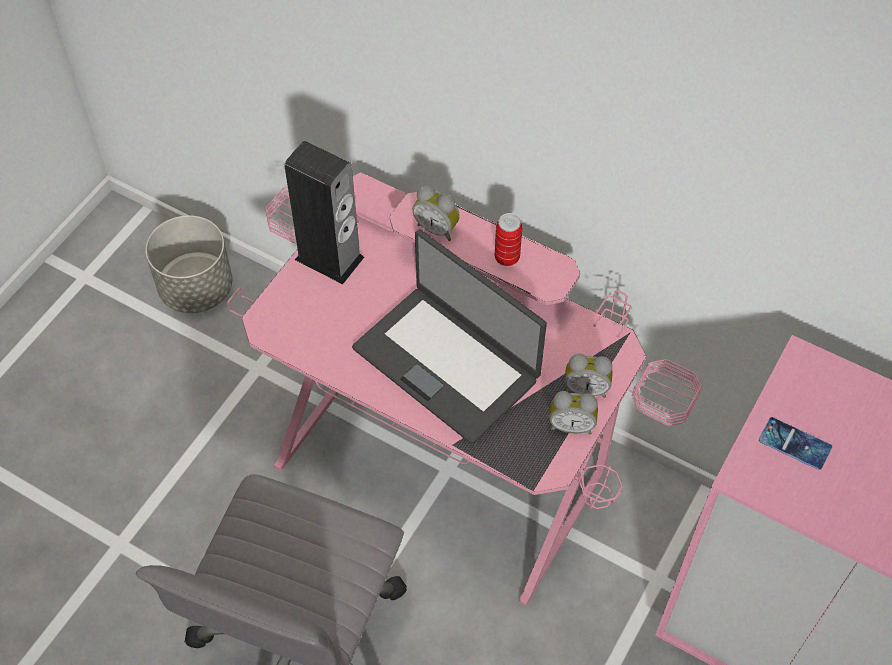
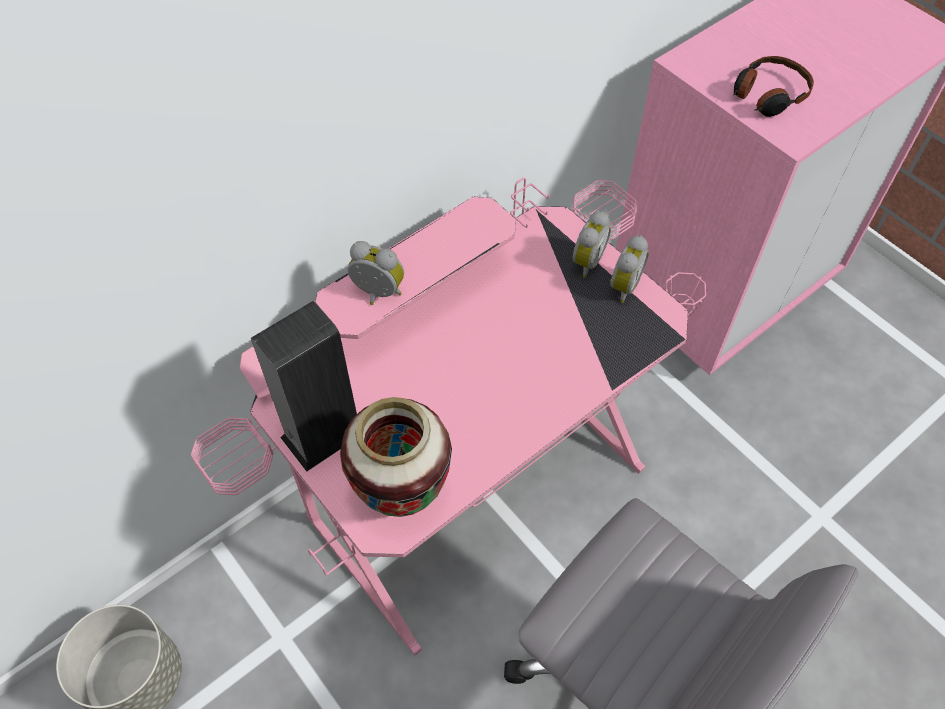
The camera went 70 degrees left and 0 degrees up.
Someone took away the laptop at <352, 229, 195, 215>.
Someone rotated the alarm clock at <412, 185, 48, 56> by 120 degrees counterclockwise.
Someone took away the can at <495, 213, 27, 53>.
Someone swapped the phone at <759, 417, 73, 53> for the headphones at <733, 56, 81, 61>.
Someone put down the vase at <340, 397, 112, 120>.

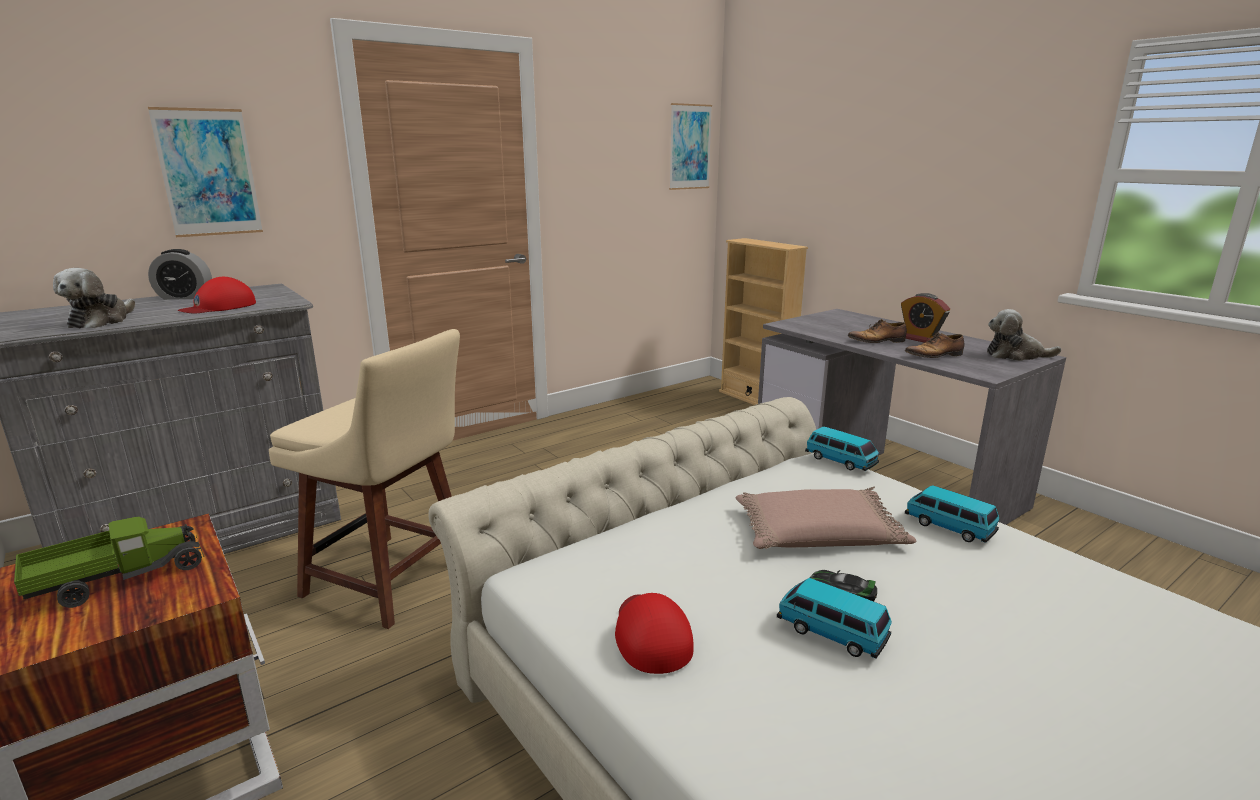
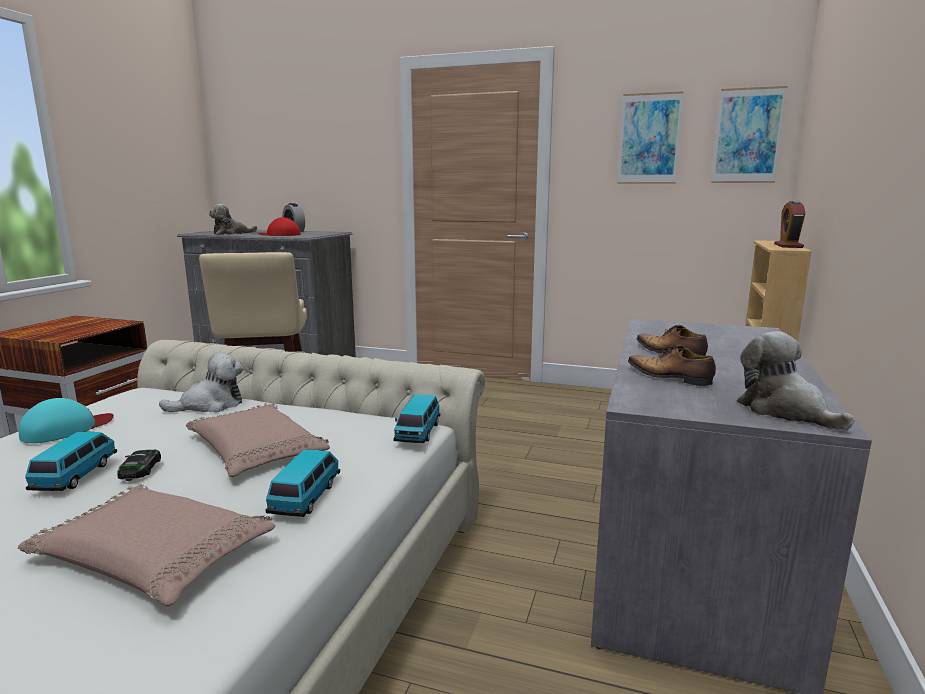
The camera went 55 degrees right and 5 degrees down.
Someone took away the toy truck at <14, 517, 190, 91>.
Someone carried the picture from <148, 107, 115, 130> to <618, 91, 66, 93>.
Someone repainted the cap/red at <615, 593, 79, 81>, which became the cap/turquoise at <19, 398, 95, 45>.
Someone carried the alarm clock from <901, 293, 49, 50> to <774, 200, 31, 48>.
Someone put down the pillow/beige at <18, 484, 258, 122>.
Someone put down the plush toy at <159, 352, 85, 61>.

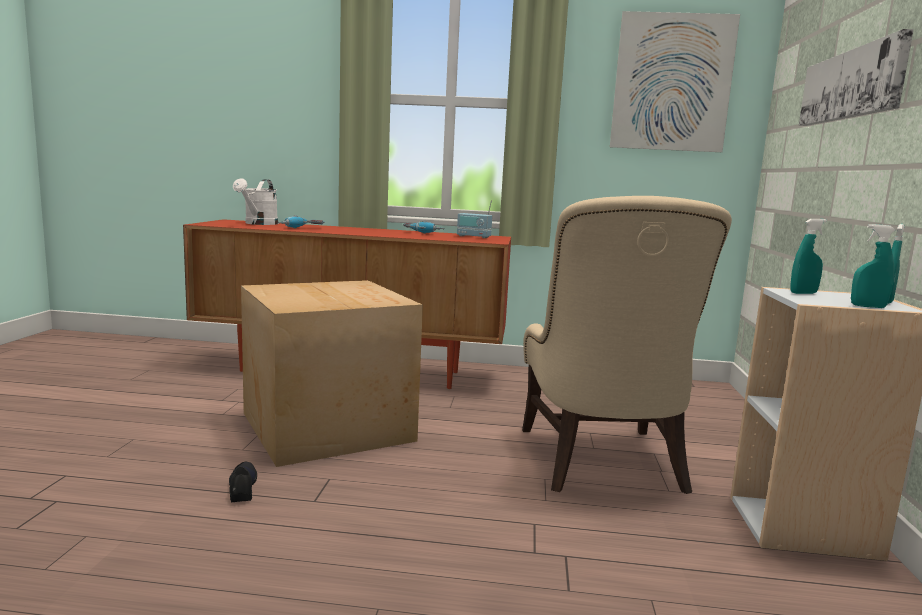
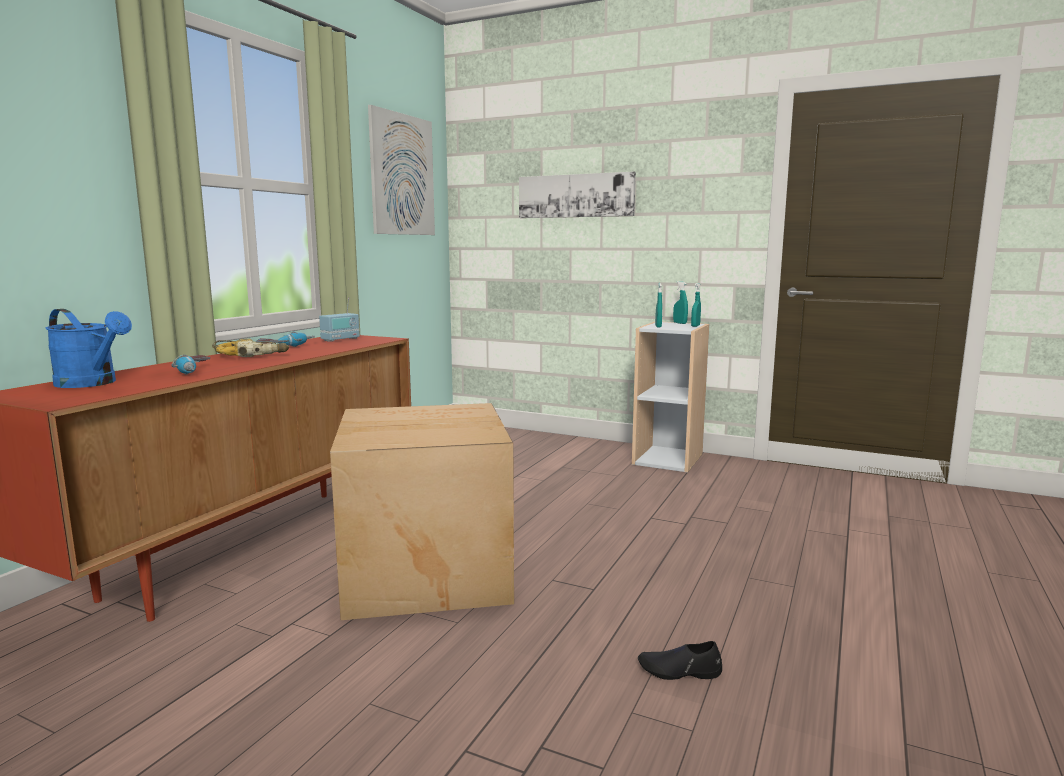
The camera went 70 degrees left and 0 degrees up.
Someone carried the shoe/black from <229, 462, 28, 40> to <638, 641, 84, 39>.
Someone repainted the watering can/white at <233, 178, 45, 47>, which became the watering can/blue at <46, 309, 86, 79>.
Someone took away the chair/beige at <522, 196, 210, 298>.
Someone put down the power drill at <212, 338, 77, 19>.

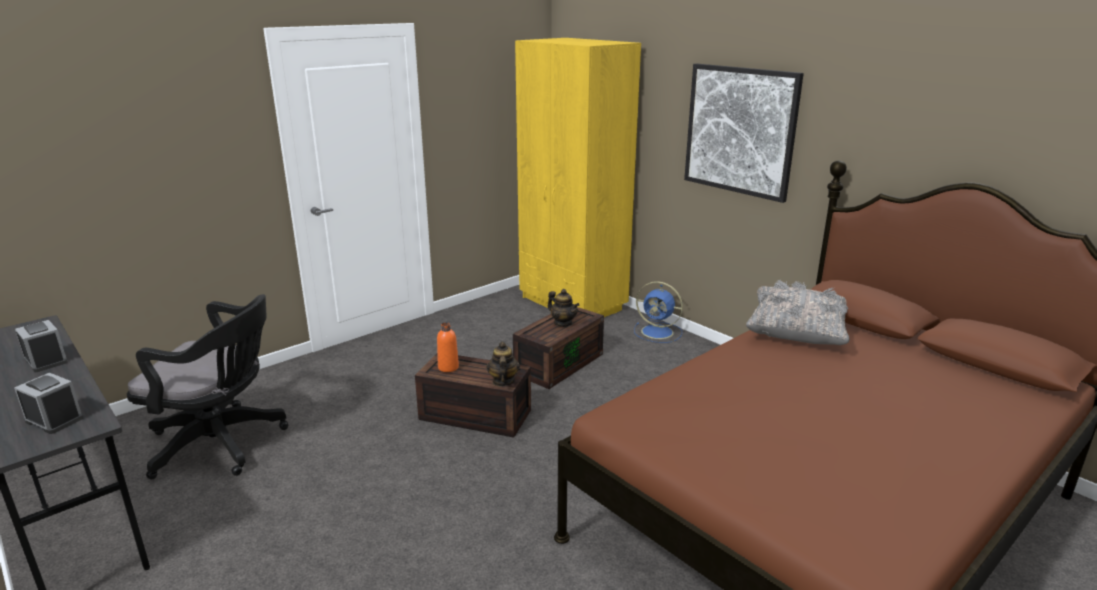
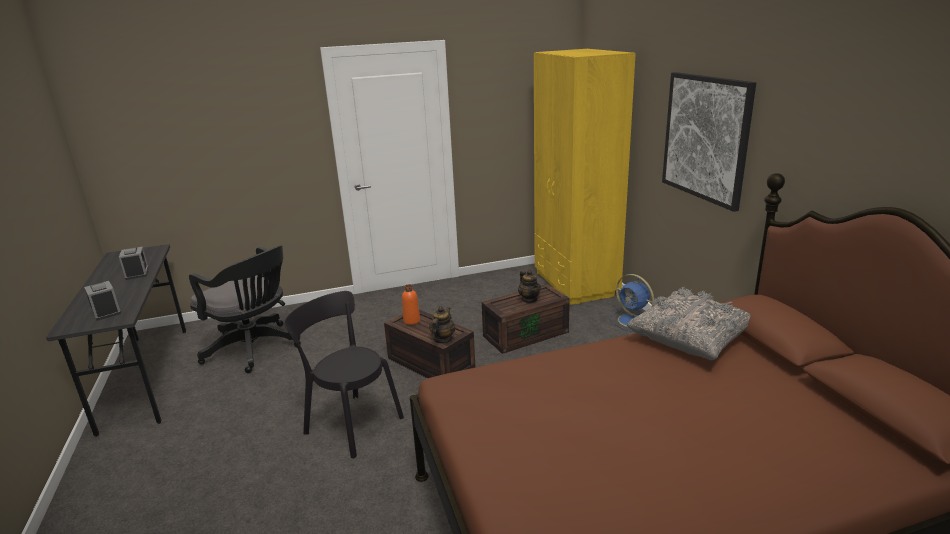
The camera went 25 degrees right and 0 degrees up.
Someone put down the chair/black at <284, 291, 120, 167>.

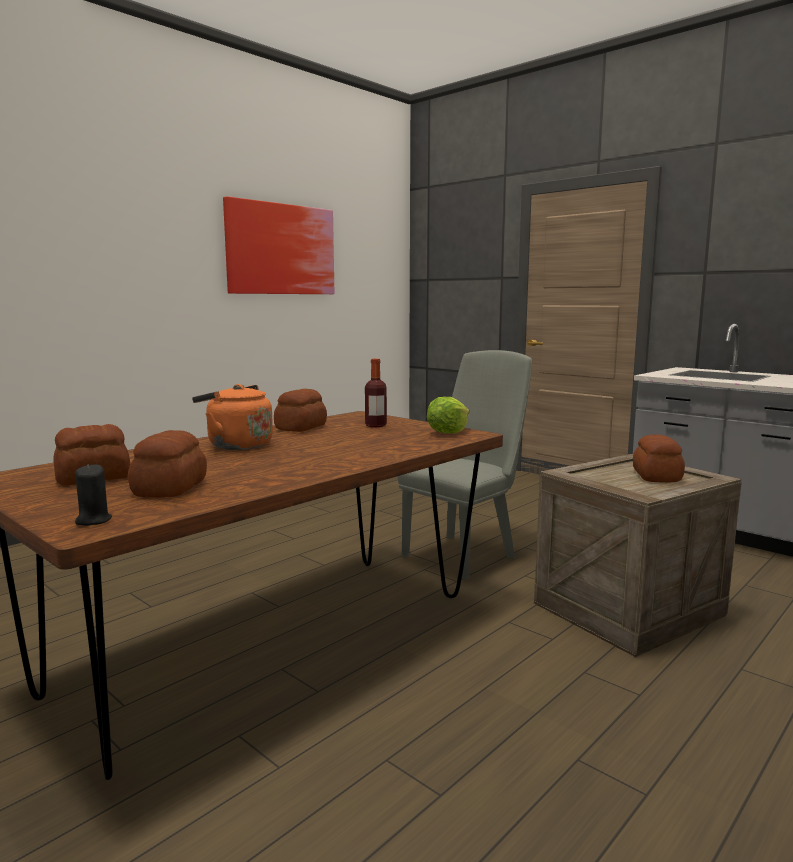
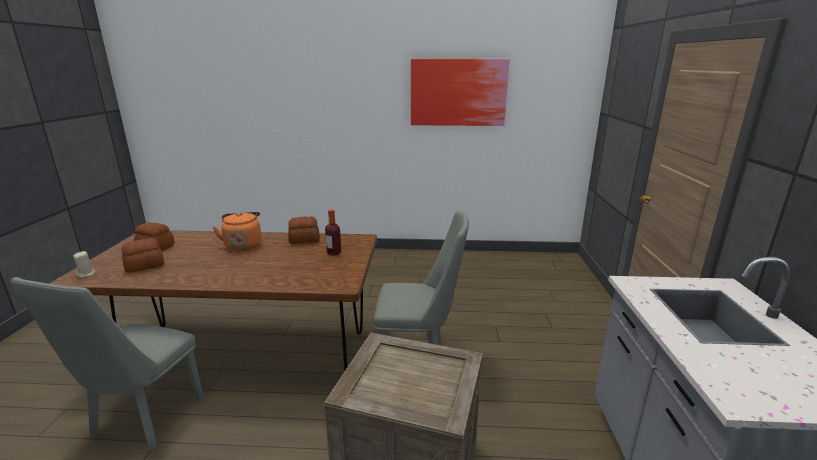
The camera went 50 degrees right and 10 degrees up.
Someone repainted the candle/black at <75, 464, 37, 62>, which became the candle/beige at <73, 251, 23, 27>.
Someone took away the lettuce at <427, 397, 42, 36>.
Someone took away the bread at <633, 434, 52, 49>.
Someone put down the chair/grey at <11, 277, 193, 174>.

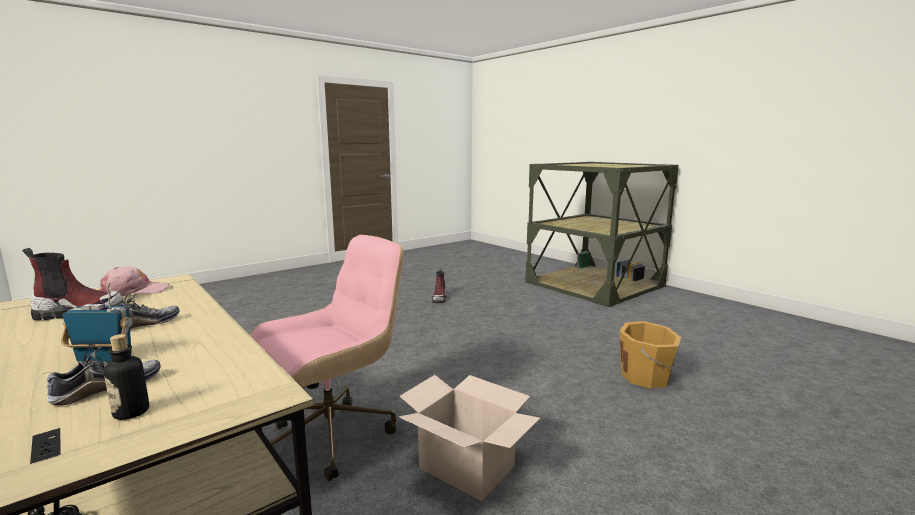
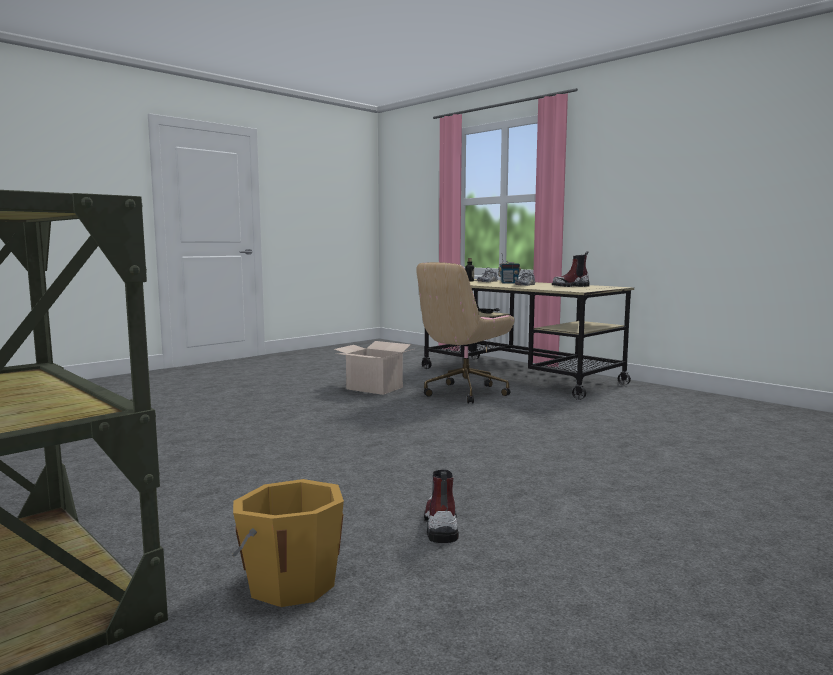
The camera went 175 degrees right and 5 degrees down.
Someone took away the cap/pink at <99, 266, 70, 30>.
Someone carried the bucket/orange from <619, 321, 62, 68> to <232, 479, 112, 128>.

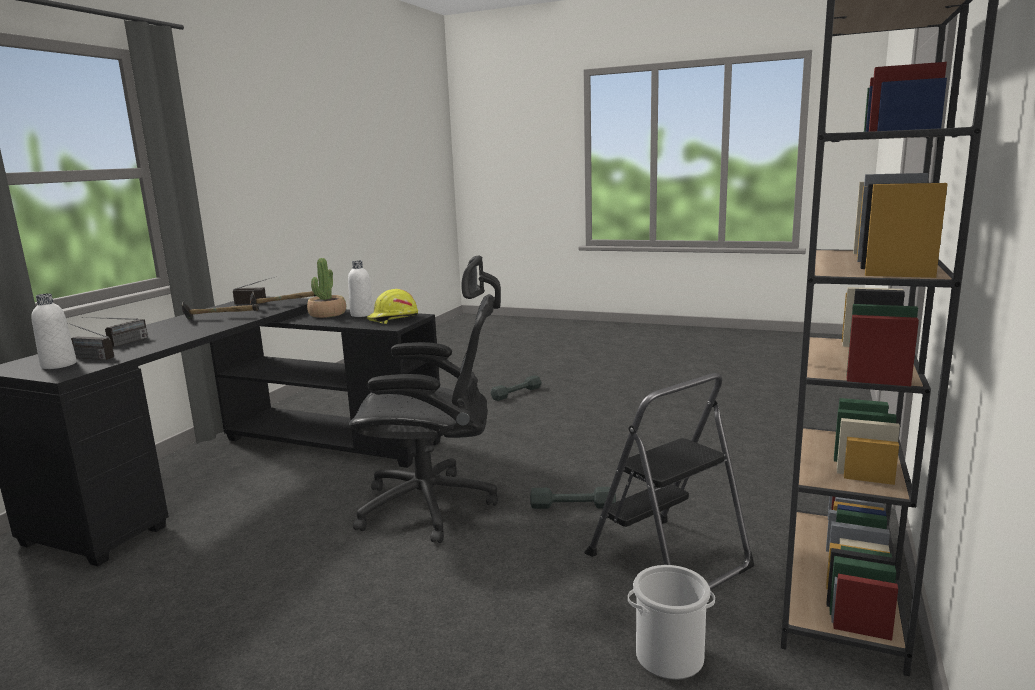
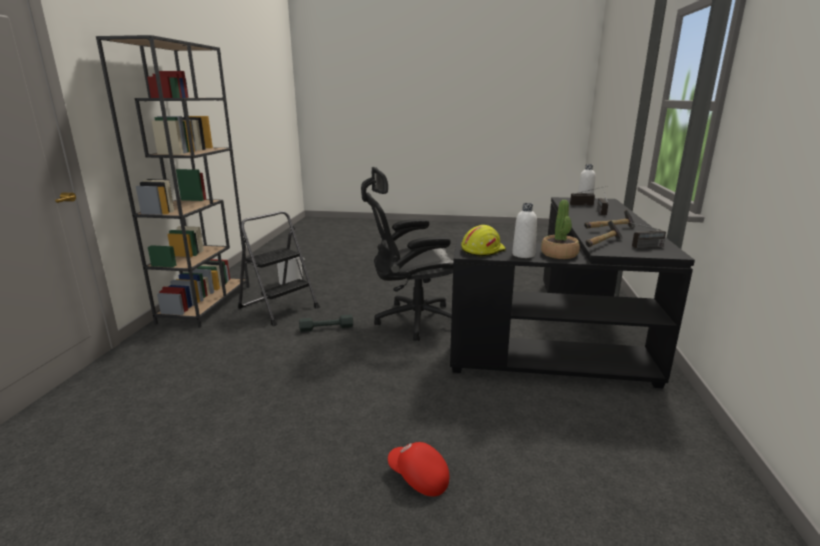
The camera went 165 degrees right and 5 degrees up.
Someone swapped the dumbbell/grey at <490, 375, 52, 26> for the cap/red at <388, 442, 61, 55>.

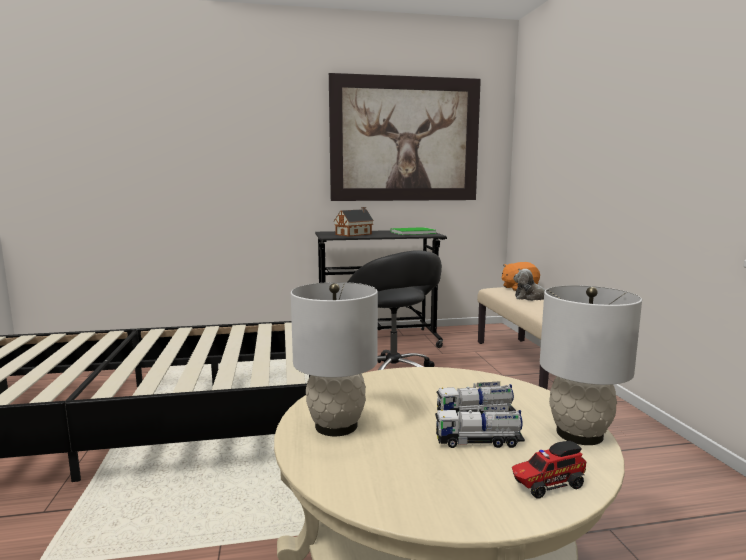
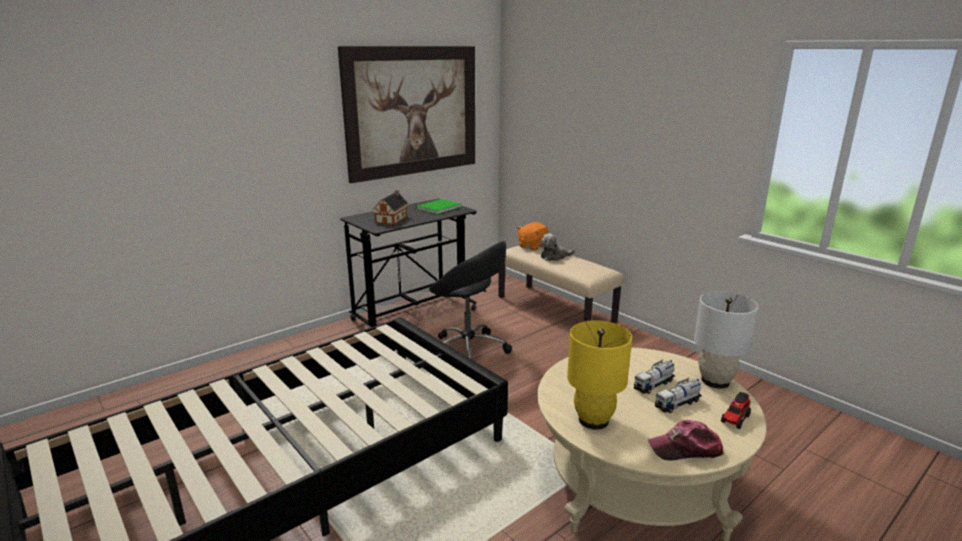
The camera went 30 degrees left and 10 degrees up.
Someone repainted the table lamp/white at <291, 282, 87, 154>, which became the table lamp/yellow at <567, 320, 65, 110>.
Someone put down the cap at <648, 420, 76, 40>.

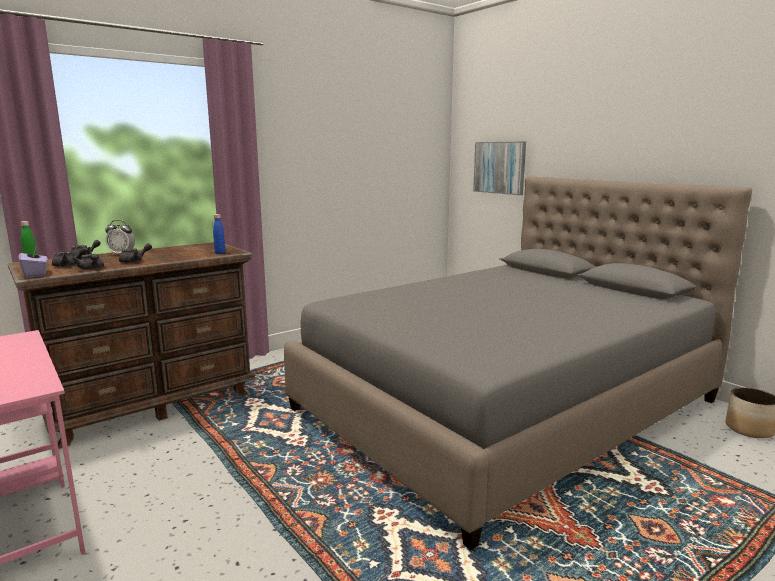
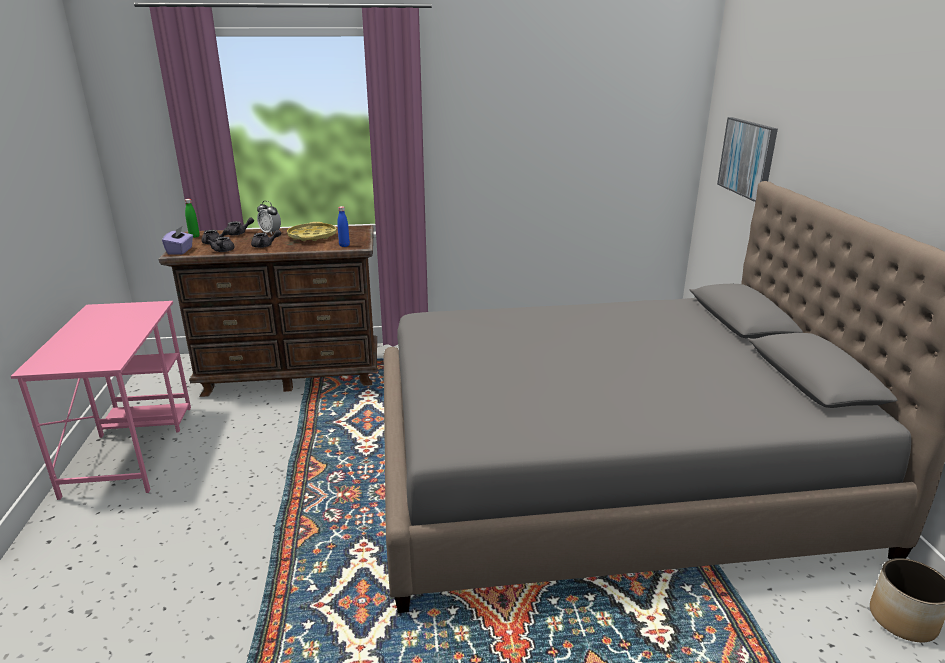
The camera went 30 degrees right and 10 degrees up.
Someone put down the tray/yellow at <287, 222, 50, 19>.

